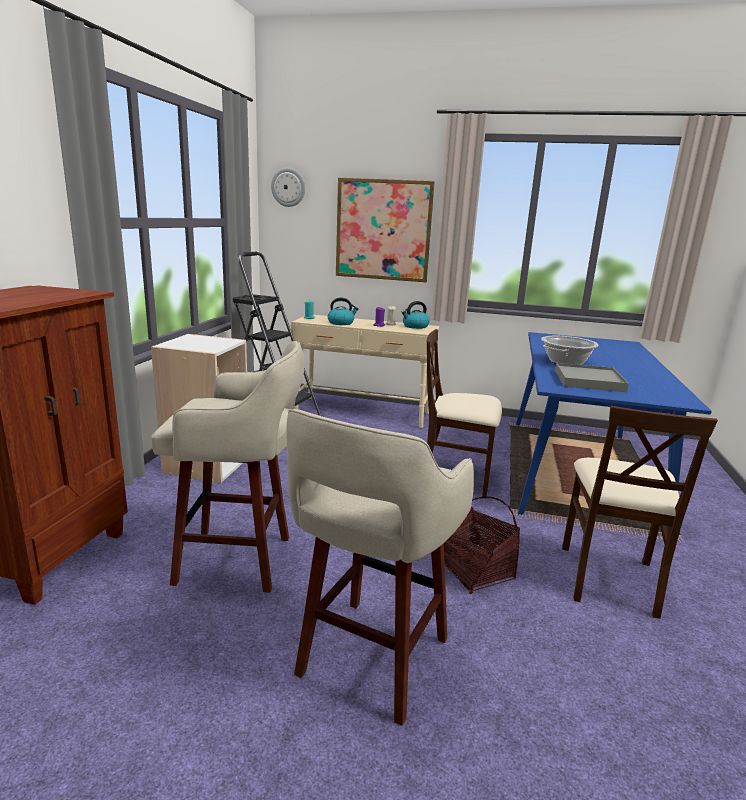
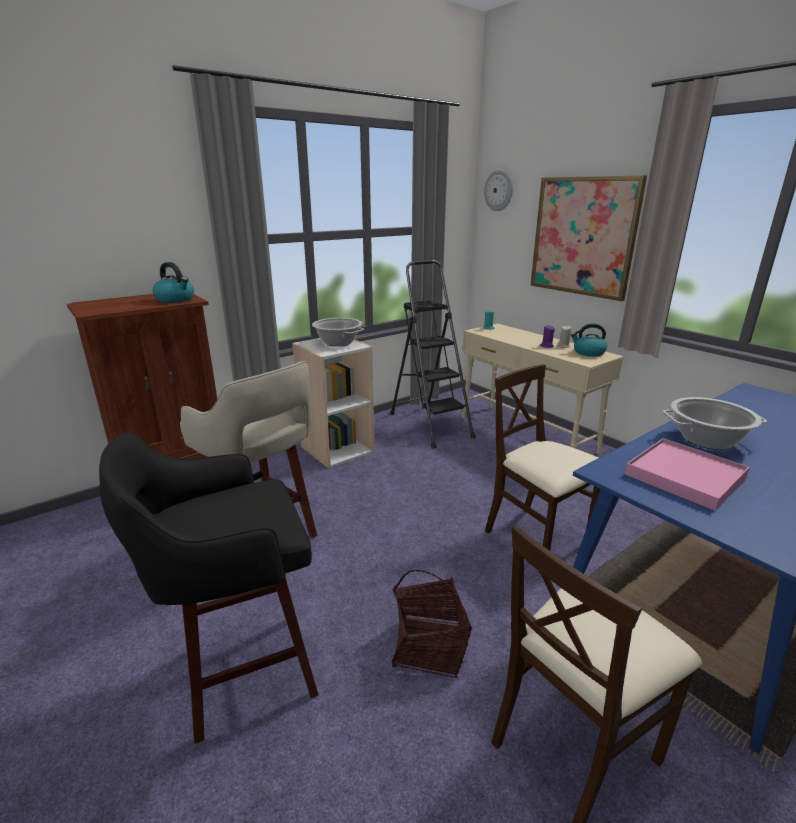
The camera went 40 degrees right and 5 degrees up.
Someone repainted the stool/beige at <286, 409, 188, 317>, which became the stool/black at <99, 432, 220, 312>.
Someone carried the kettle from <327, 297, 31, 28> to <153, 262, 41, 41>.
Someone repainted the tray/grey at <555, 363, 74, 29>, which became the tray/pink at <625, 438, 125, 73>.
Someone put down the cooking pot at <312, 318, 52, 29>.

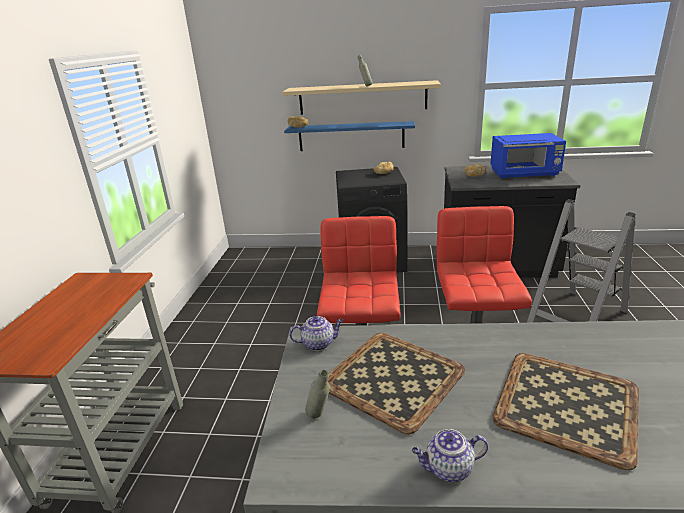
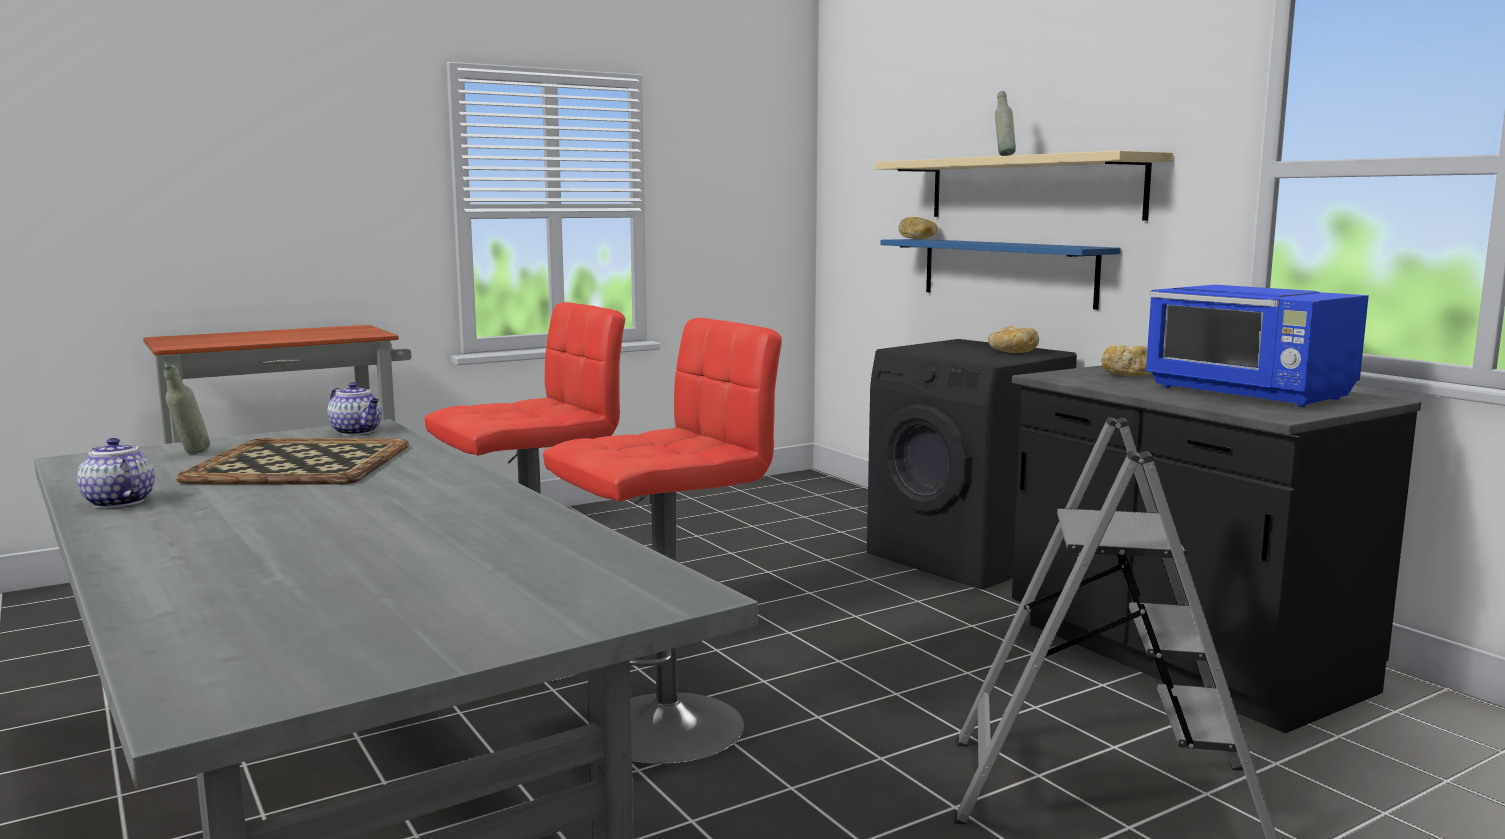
The camera went 50 degrees right and 15 degrees down.
Someone took away the tray at <492, 353, 147, 117>.

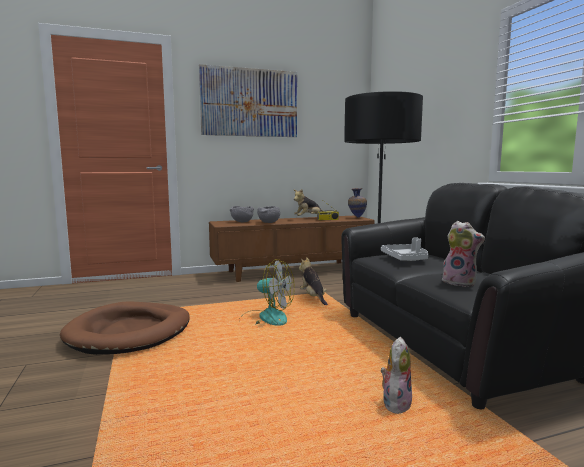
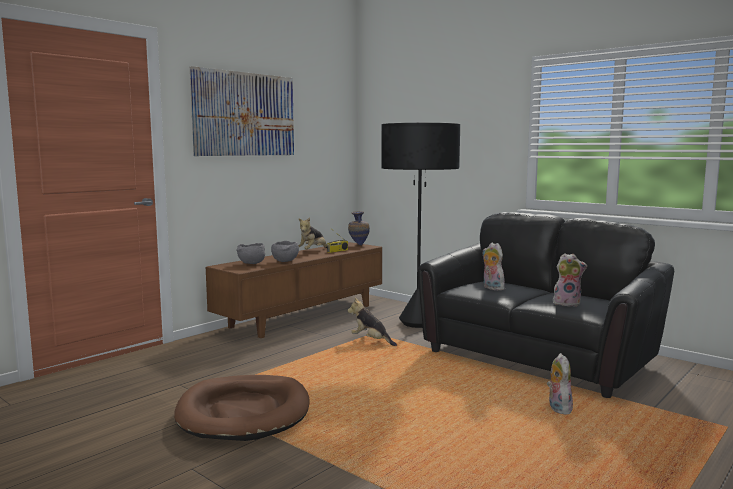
The camera went 30 degrees left and 0 degrees up.
Someone took away the fan at <240, 259, 55, 67>.
Someone swapped the tray/grey at <381, 238, 47, 23> for the plush toy at <482, 243, 23, 47>.

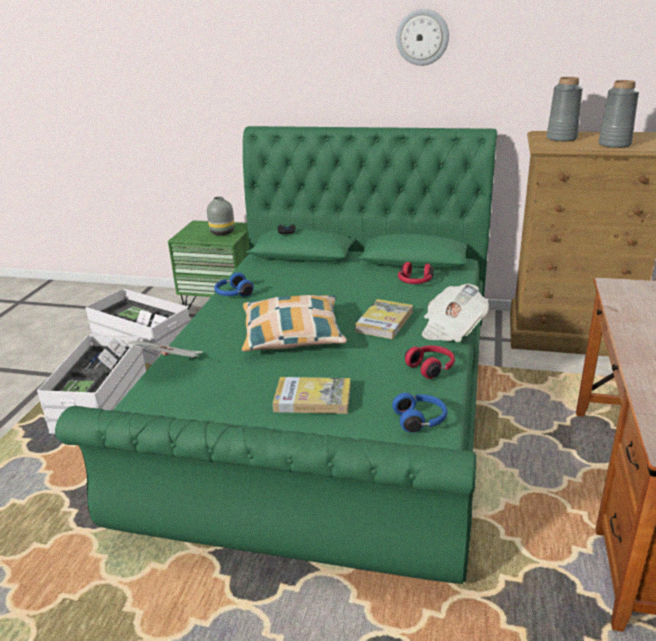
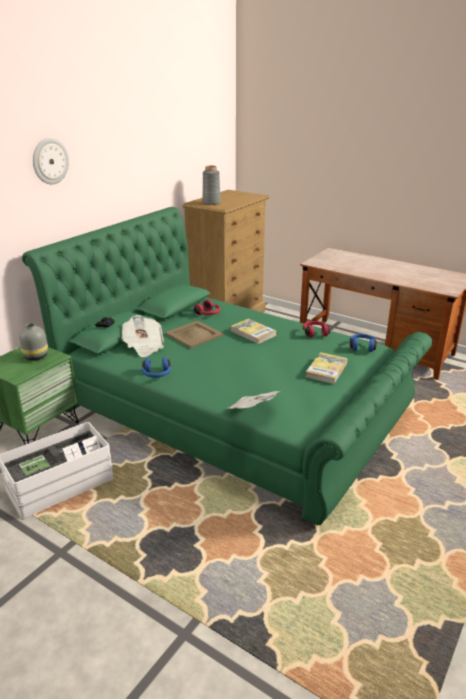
The camera went 70 degrees left and 0 degrees up.
Someone took away the storage box/white at <37, 334, 109, 100>.
Someone took away the pillow at <242, 295, 105, 57>.
Someone carried the wall clock from <396, 9, 53, 57> to <33, 138, 36, 46>.
Someone carried the newspaper from <422, 284, 67, 58> to <122, 315, 42, 42>.
Someone took away the vase/grey at <598, 80, 41, 68>.
Someone put down the tray/beige at <165, 321, 59, 27>.

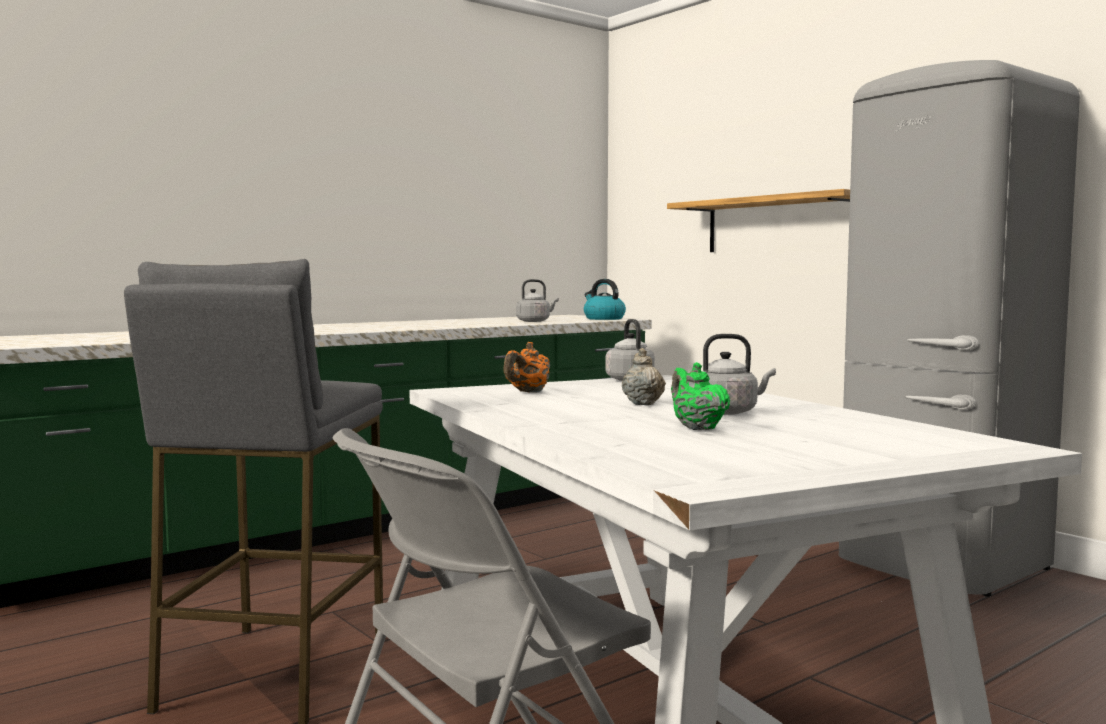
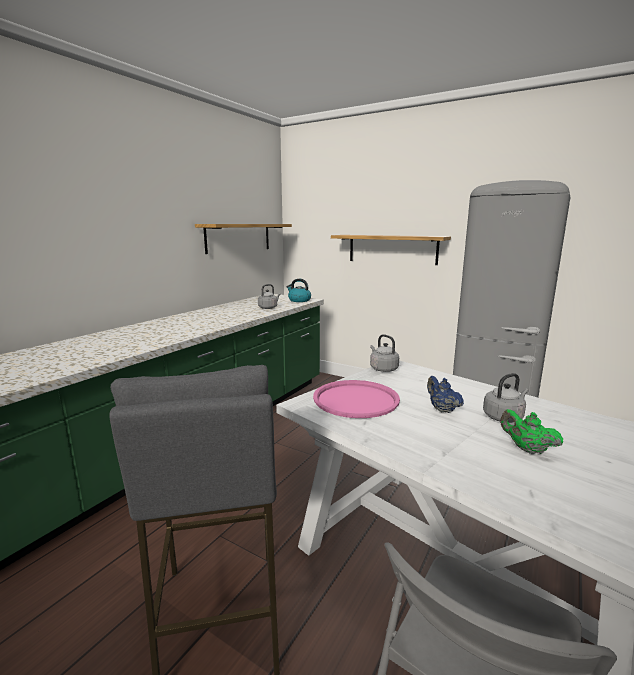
The camera went 20 degrees left and 10 degrees up.
Someone swapped the teapot/orange at <503, 342, 47, 51> for the tray/pink at <313, 380, 87, 38>.
Someone repainted the teapot/beige at <622, 348, 44, 57>, which became the teapot/blue at <427, 376, 37, 37>.
Someone put up the shelf at <195, 224, 97, 30>.

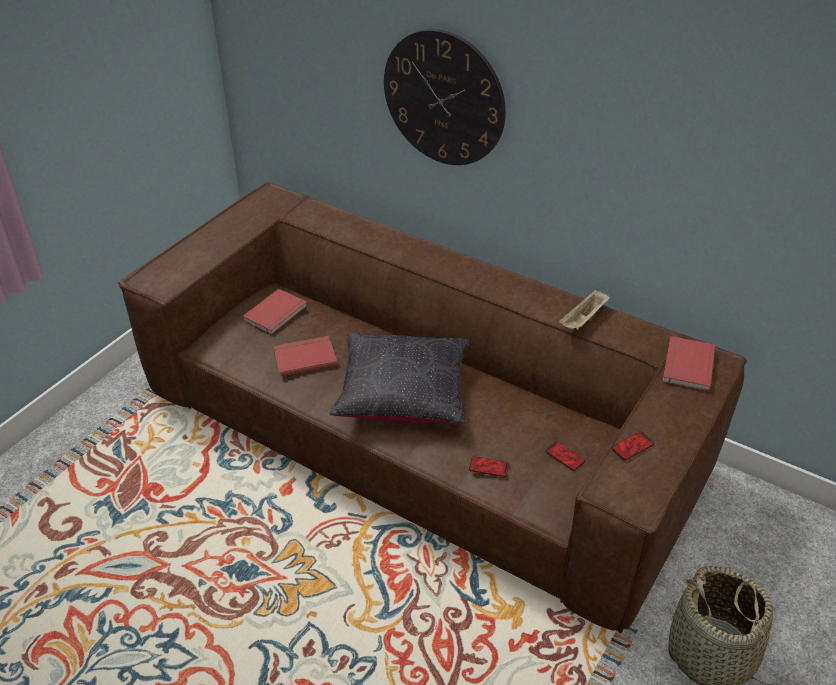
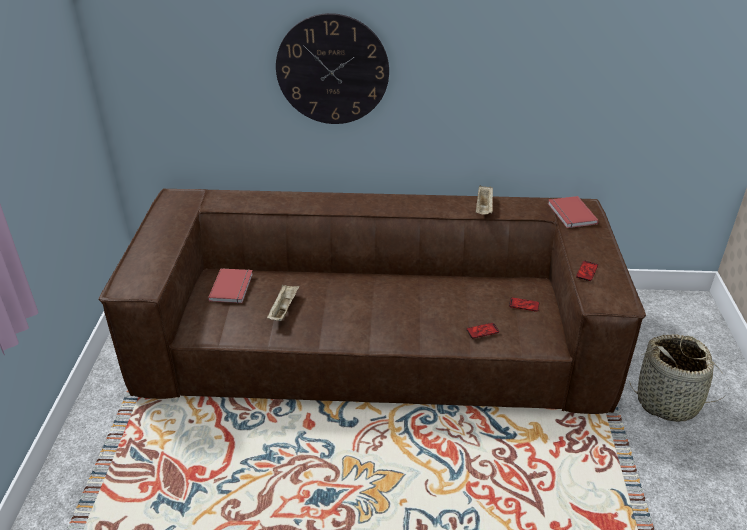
The camera went 30 degrees left and 5 degrees down.
Someone swapped the book/red at <273, 336, 65, 41> for the tray/beige at <267, 284, 32, 37>.
Someone took away the pillow/black at <329, 332, 142, 92>.

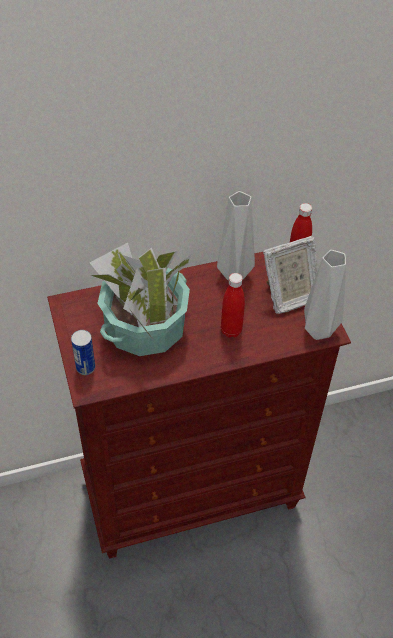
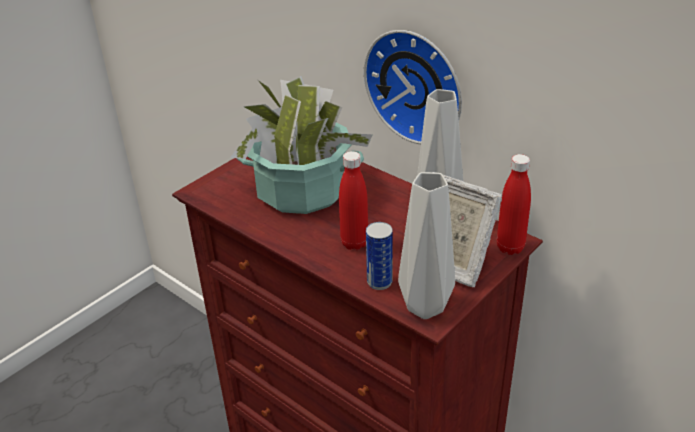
The camera went 60 degrees right and 15 degrees down.
Someone carried the can from <71, 330, 24, 45> to <366, 222, 27, 68>.
Someone put up the wall clock at <364, 30, 98, 114>.

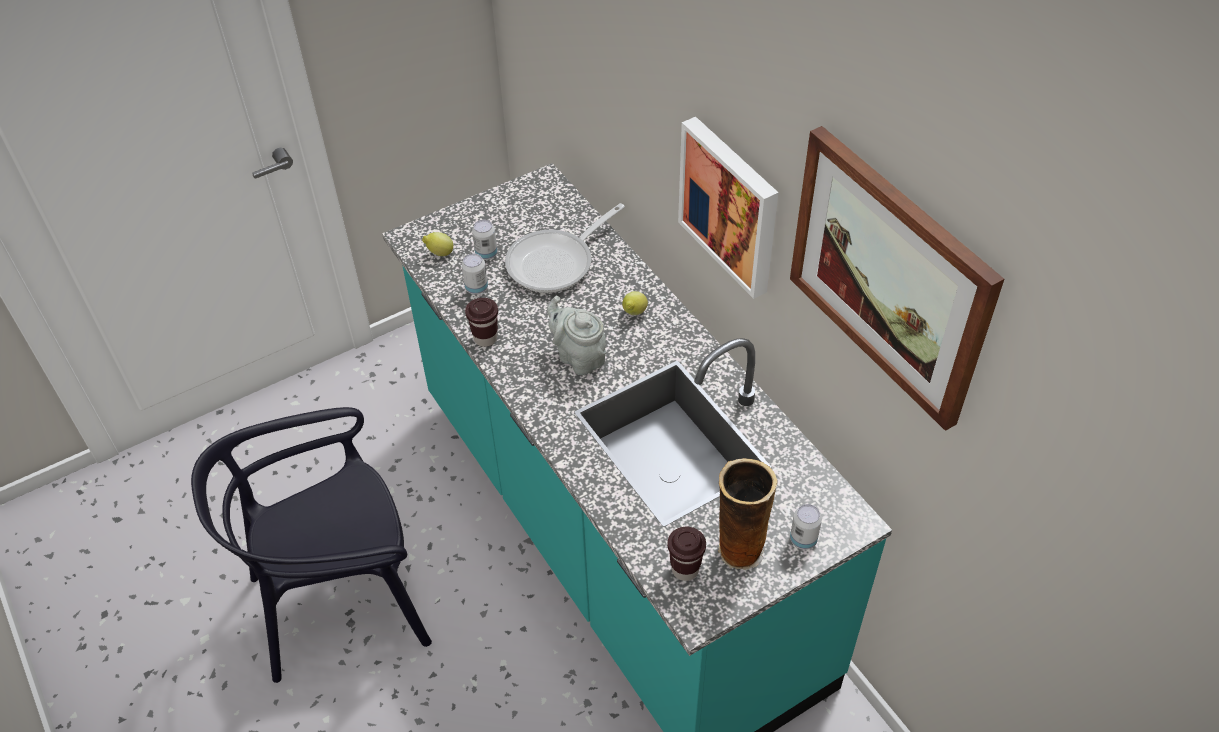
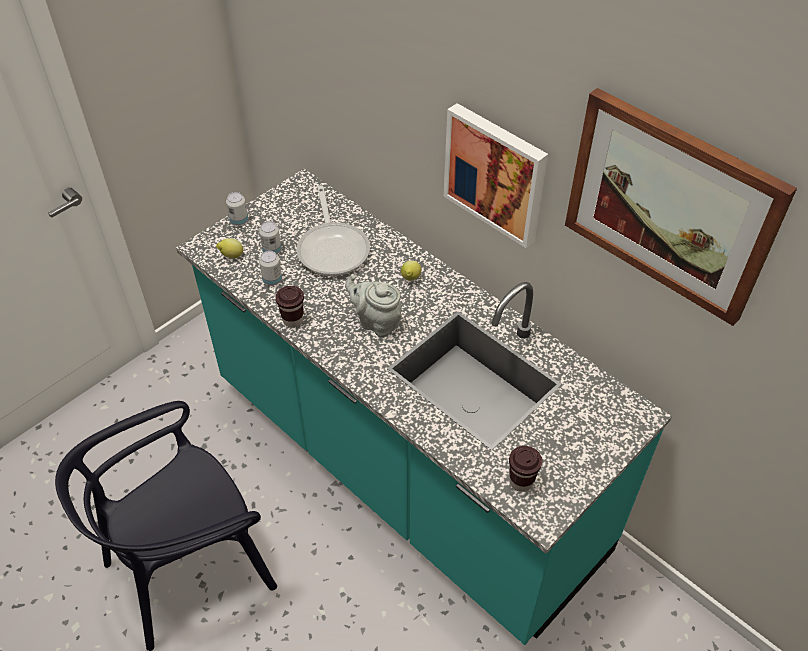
The camera went 15 degrees left and 0 degrees up.
Someone rotated the frying pan at <505, 203, 120, 90> by 45 degrees counterclockwise.
Someone took away the vase at <718, 458, 60, 112>.
Someone carried the can from <790, 504, 32, 46> to <226, 192, 22, 34>.

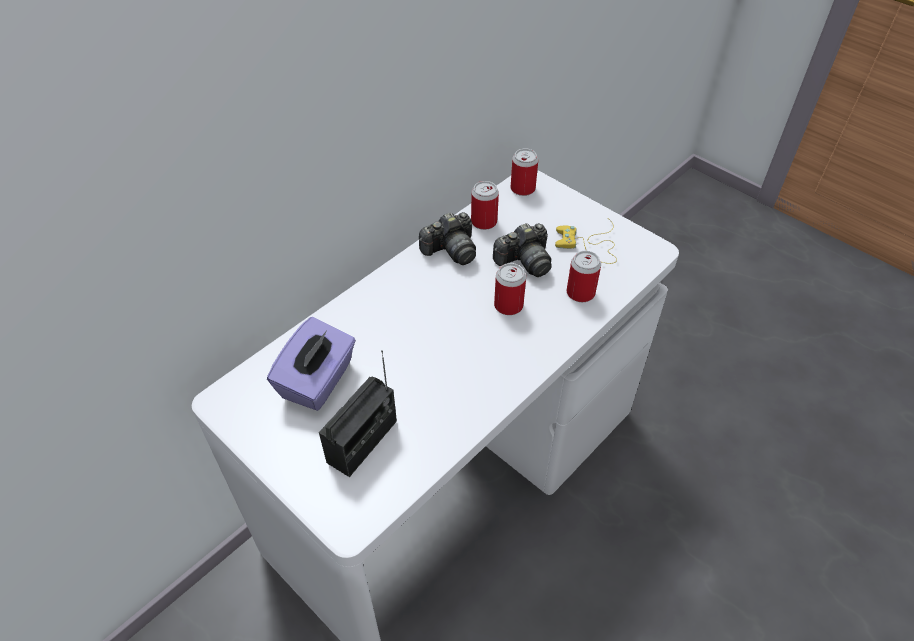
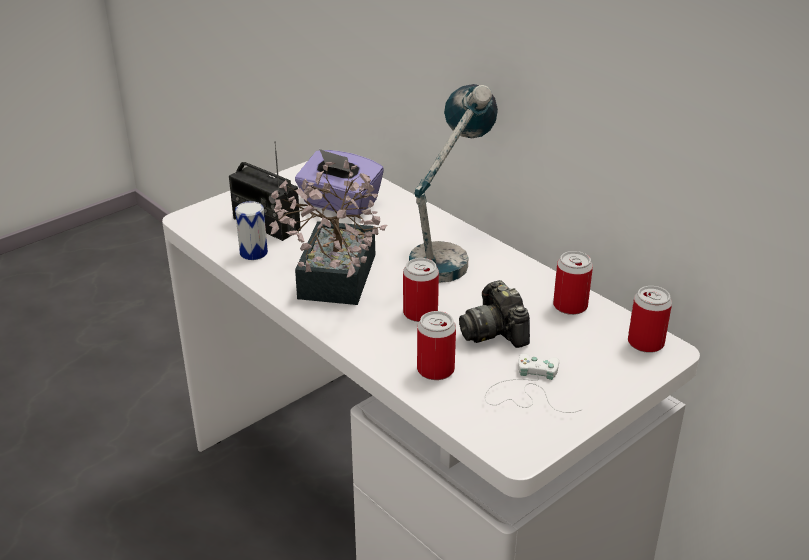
The camera went 95 degrees right and 15 degrees down.
Someone took away the photo camera at <419, 212, 57, 53>.
Someone repainted the game controller/yellow at <555, 219, 62, 45>, which became the game controller/white at <485, 353, 97, 60>.
Someone put down the can at <235, 201, 33, 59>.
Someone put down the potted plant at <269, 160, 118, 145>.
Someone put down the table lamp at <409, 84, 89, 199>.

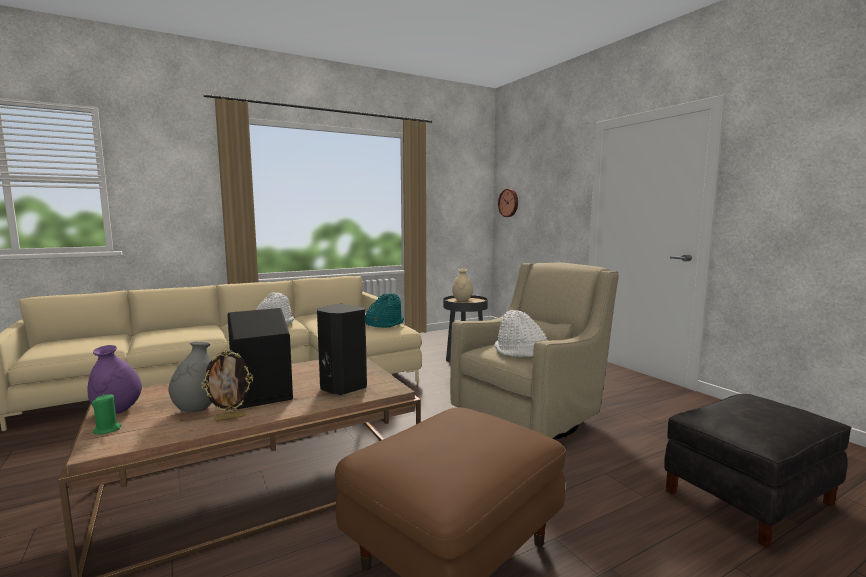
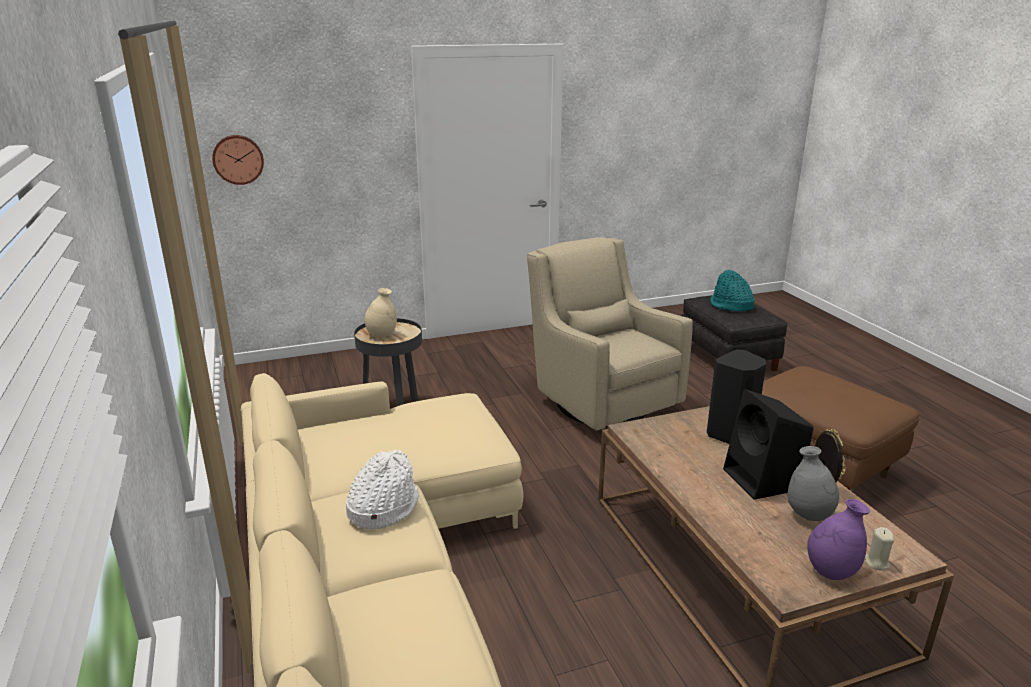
The camera went 80 degrees left and 15 degrees up.
Someone repainted the candle/green at <92, 394, 30, 40>, which became the candle/beige at <865, 527, 29, 44>.
Someone carried the hat/turquoise from <365, 293, 39, 35> to <710, 270, 45, 41>.
Someone took away the hat/white at <494, 310, 53, 47>.

